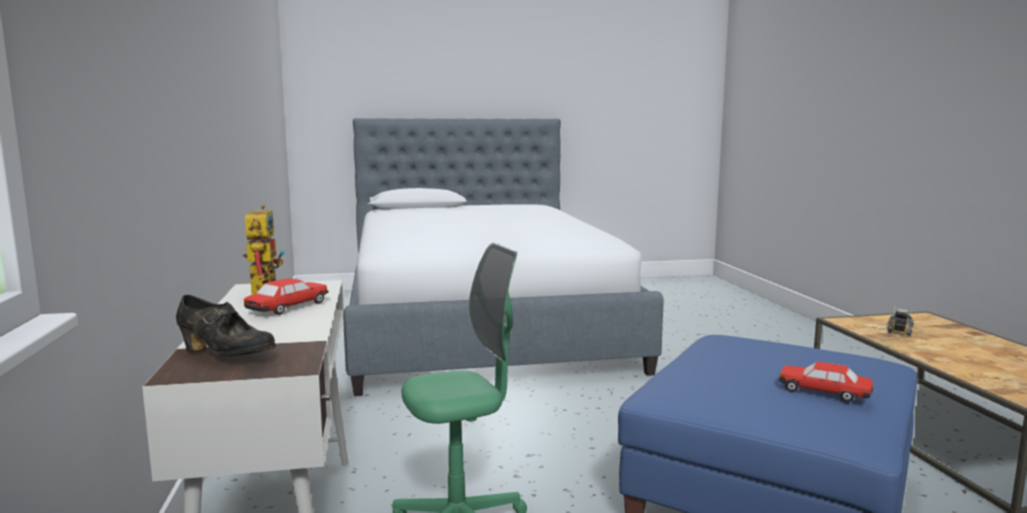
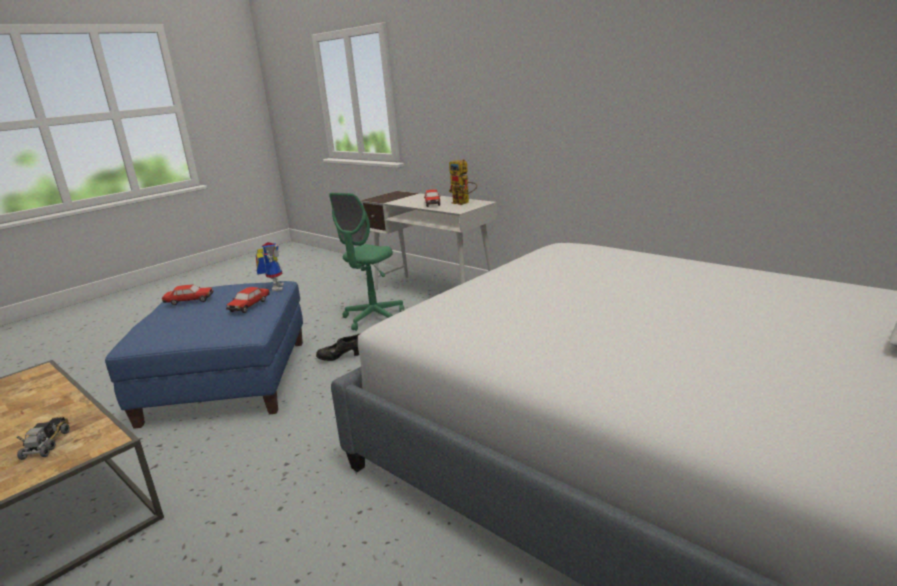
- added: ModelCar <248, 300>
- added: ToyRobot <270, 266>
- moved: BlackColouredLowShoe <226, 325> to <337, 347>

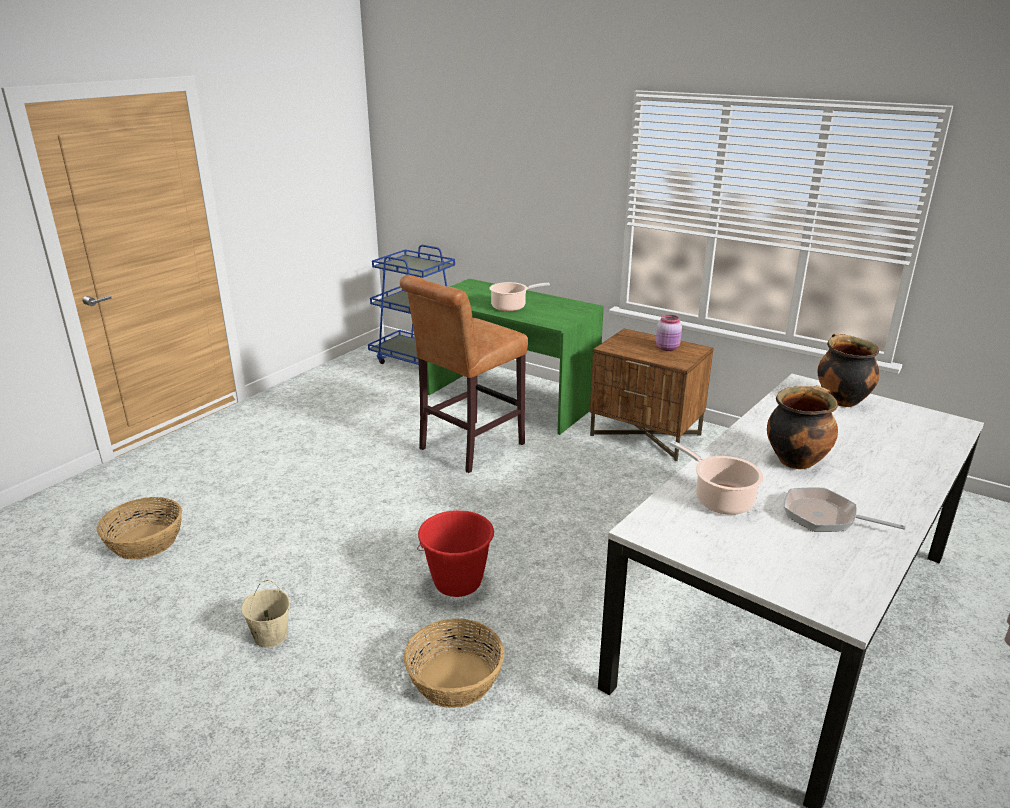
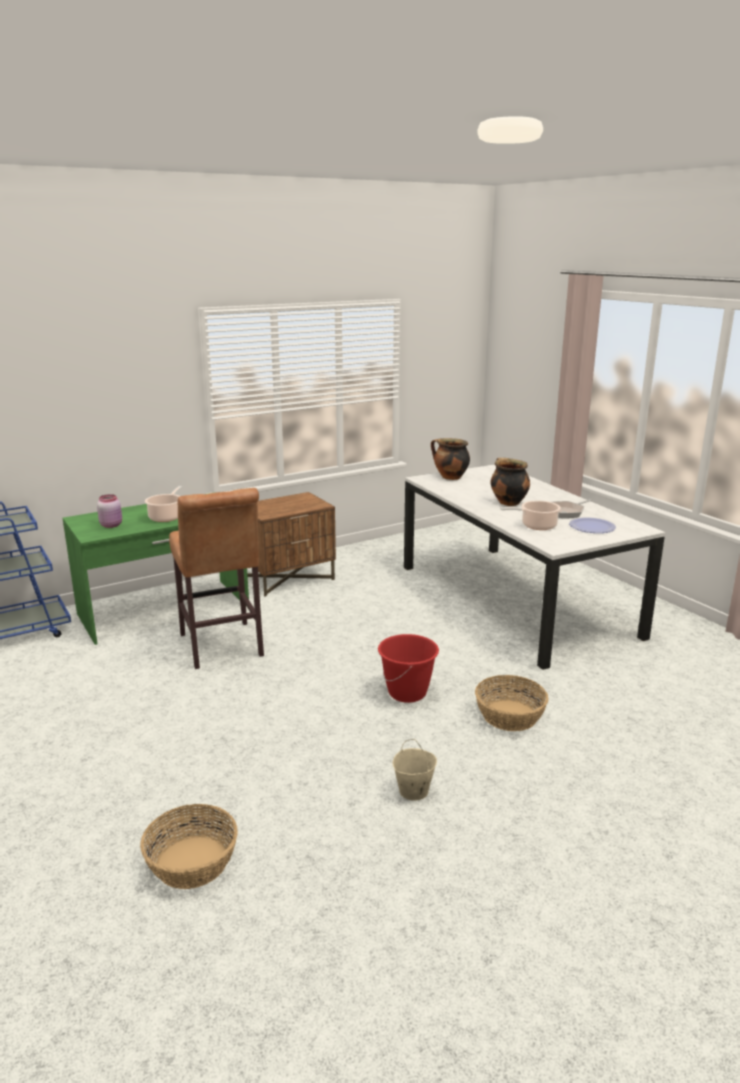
- added: DinnerPlate <592, 525>
- moved: PinkJar <669, 333> to <109, 511>

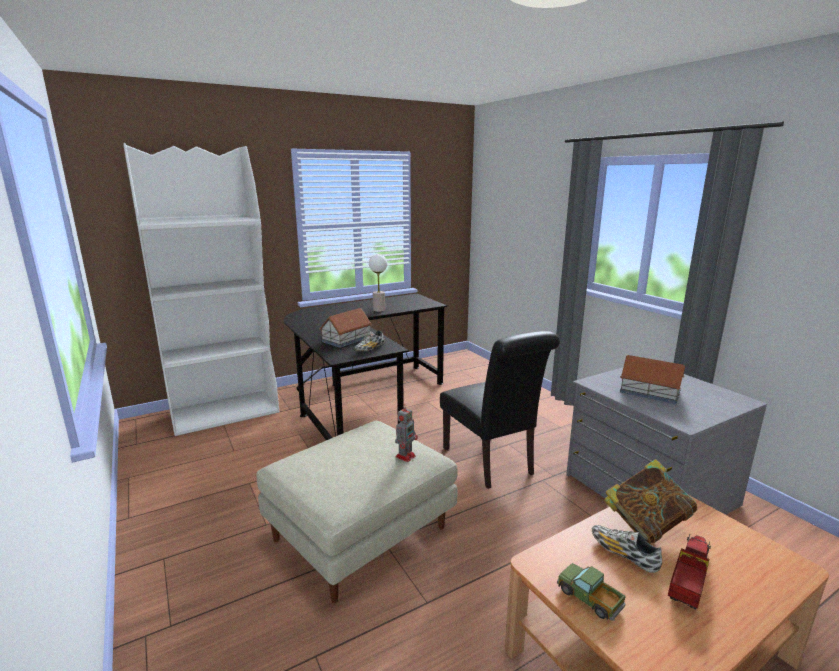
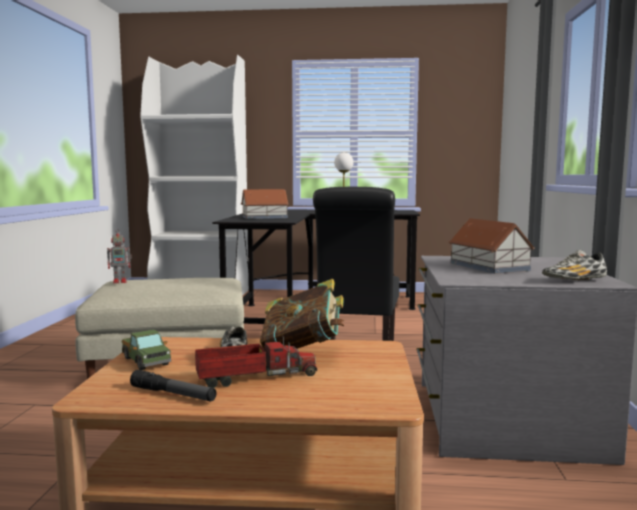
- added: Torch <173, 386>
- moved: LowShoe <369, 340> to <574, 265>
- moved: ToyRobot <406, 433> to <119, 256>
- turned: ToyTruck <591, 592> = <146, 350> 150 degrees clockwise

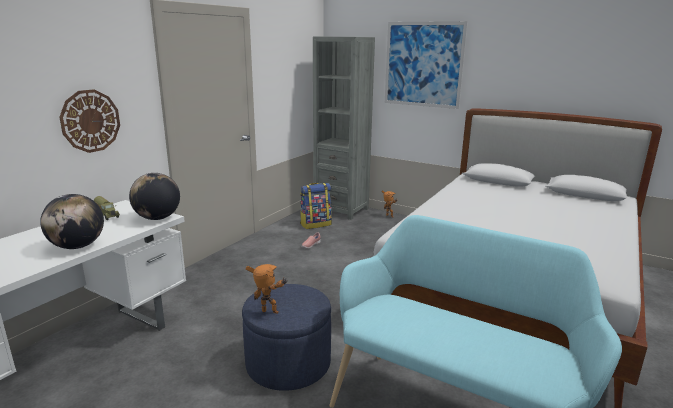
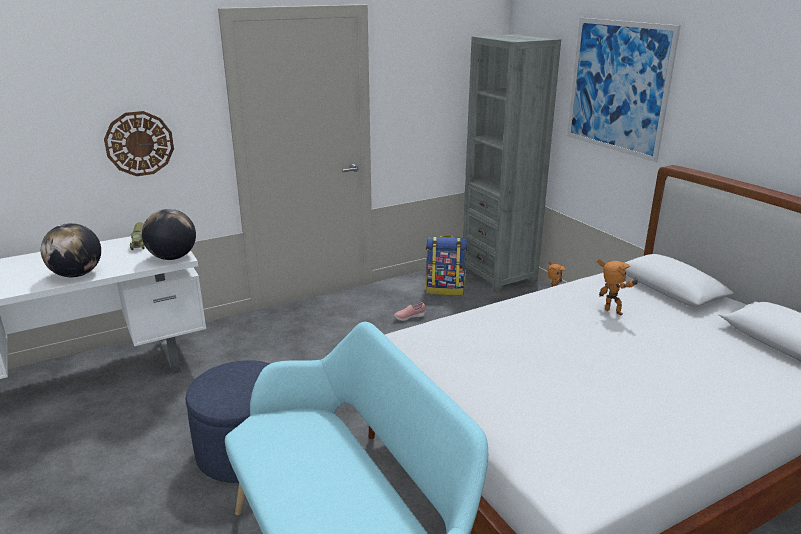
- moved: ToyRobot <266, 289> to <618, 287>

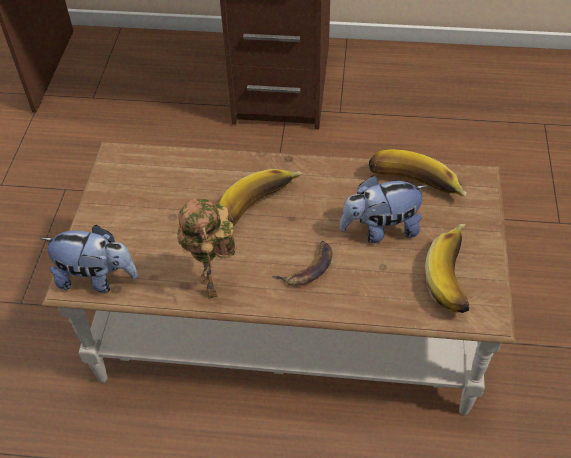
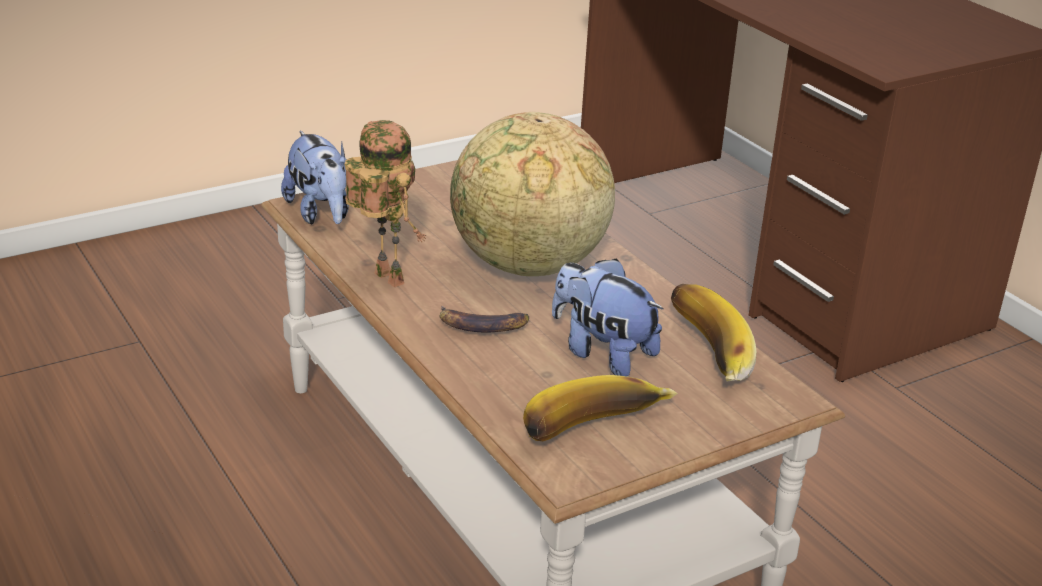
- replaced: Banana <260, 197> to WorldGlobe <532, 194>
- turned: ToyRobot <206, 248> = <385, 204> 105 degrees clockwise

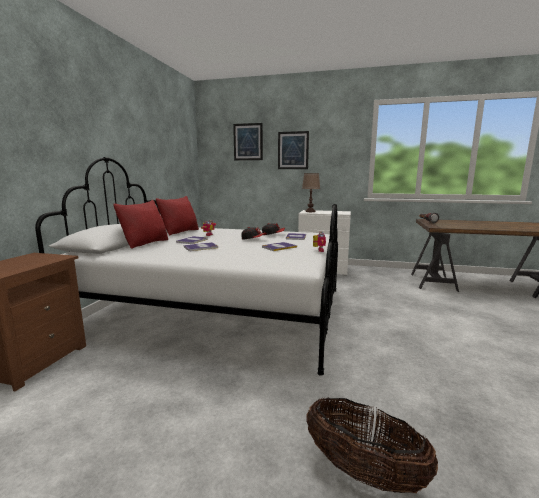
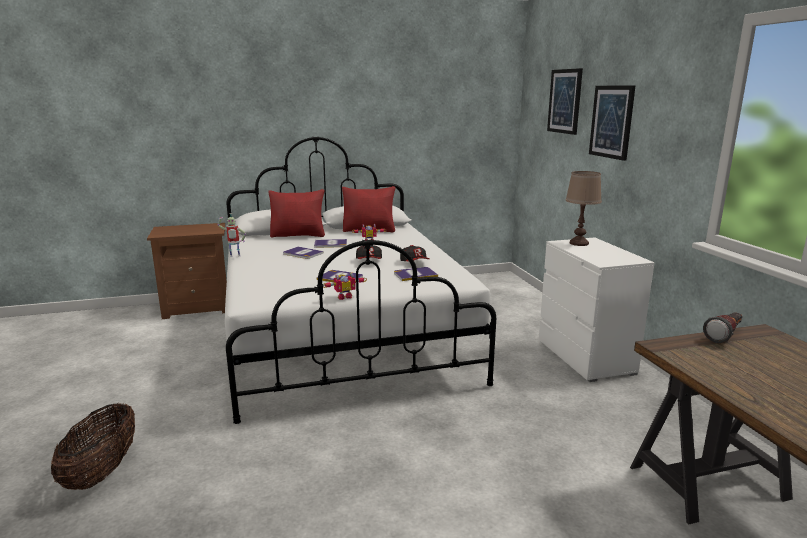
- added: ToyRobot <232, 235>

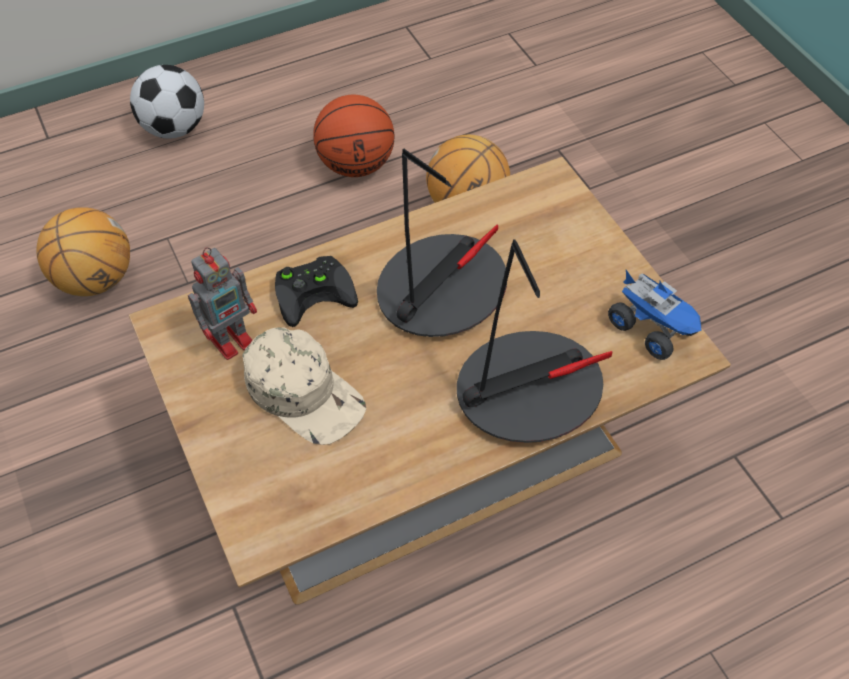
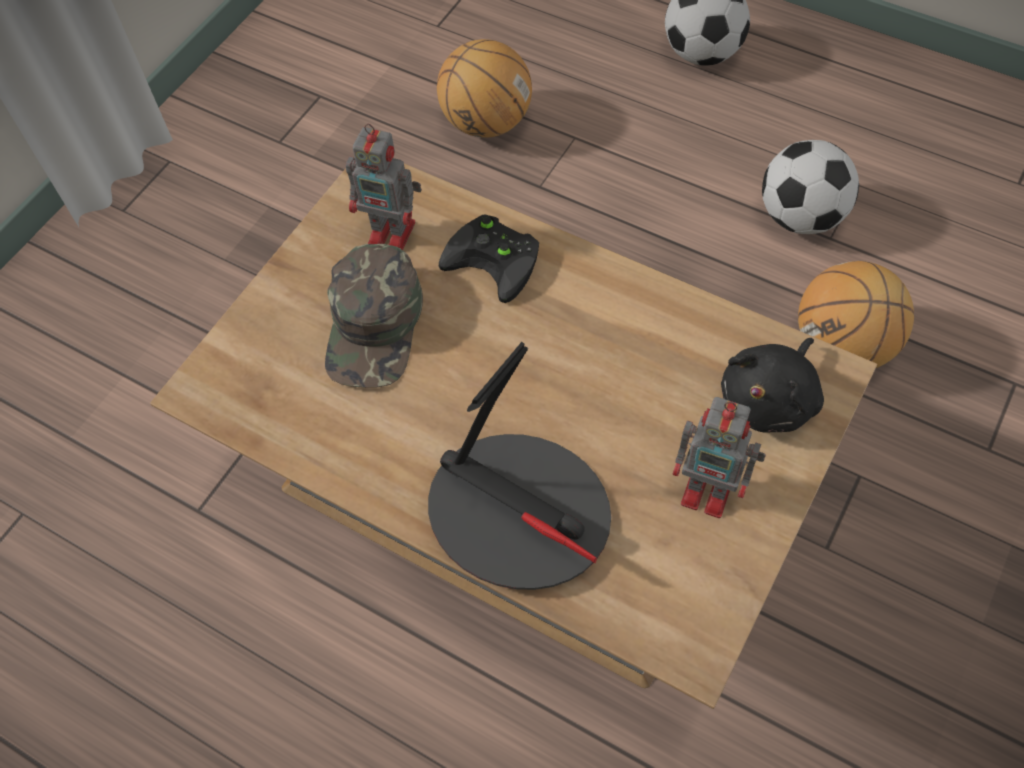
- removed: LampForATable <442, 243>
- removed: ToyTruck <655, 315>
- added: ToyRobot <719, 457>
- added: BlackColouredPlushToy <772, 385>
- replaced: BallForBasketball <353, 136> to Football <810, 187>
- recoloured: BeigeColouredCap <304, 386> to GreenColouredCap <374, 316>

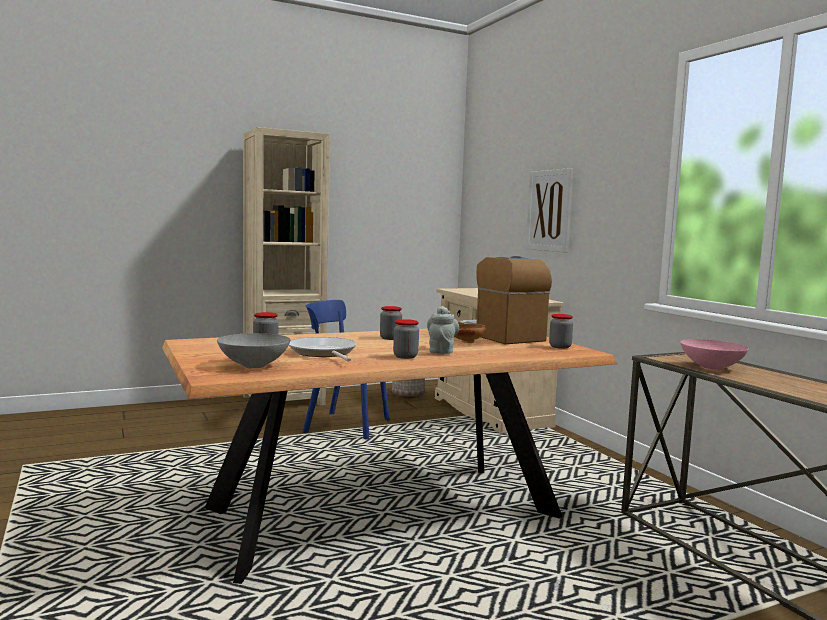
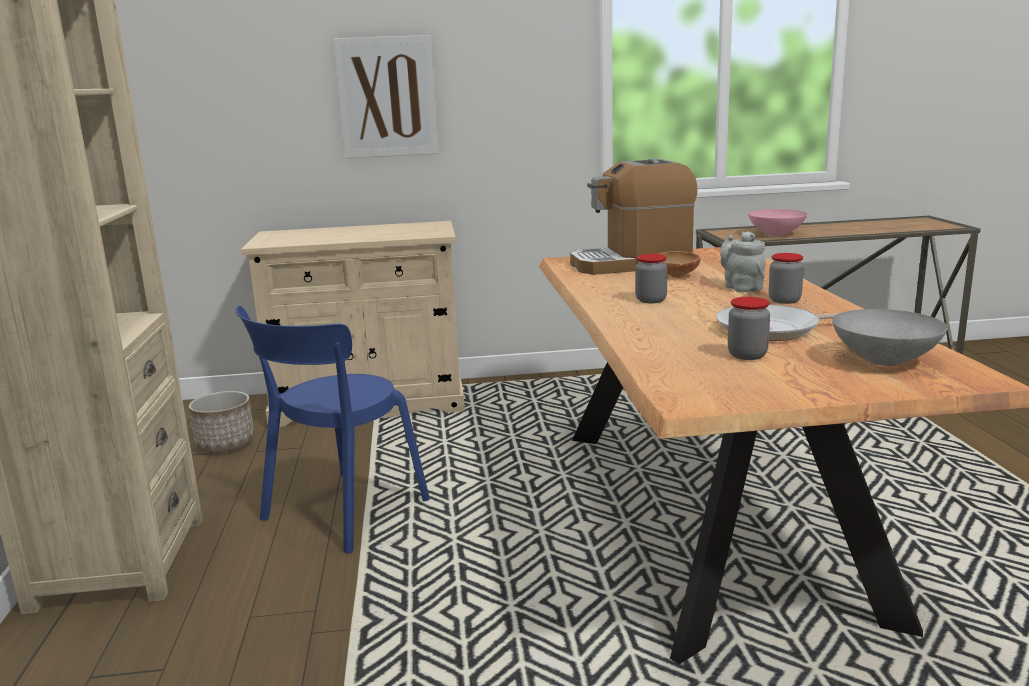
- removed: Jar <561, 331>
- turned: GreyTeapot <443, 330> = <743, 261> 45 degrees clockwise

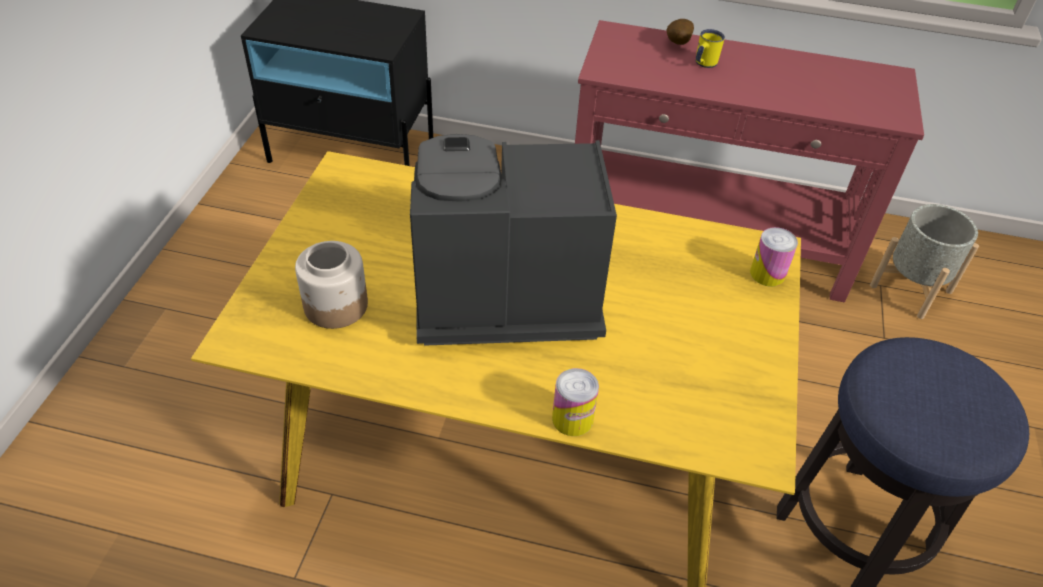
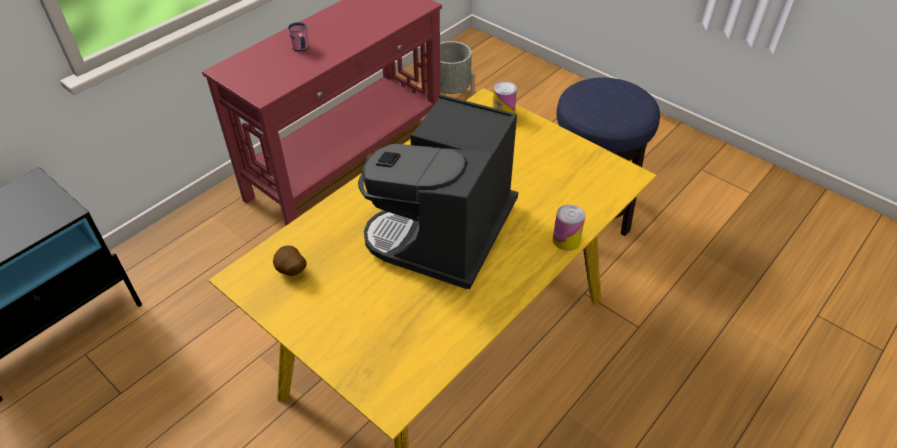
- removed: Jar <331, 285>
- moved: Spud <680, 32> to <290, 261>
- recoloured: YellowishTeaMug <710, 48> to PinkTeaMug <298, 36>

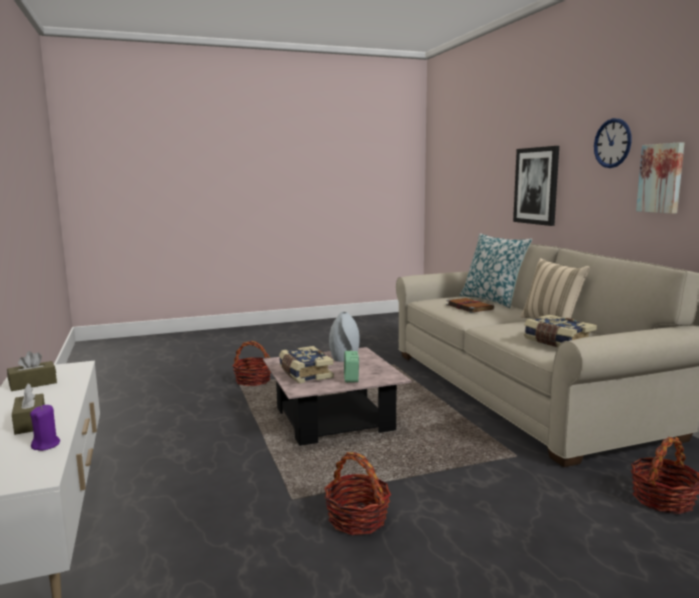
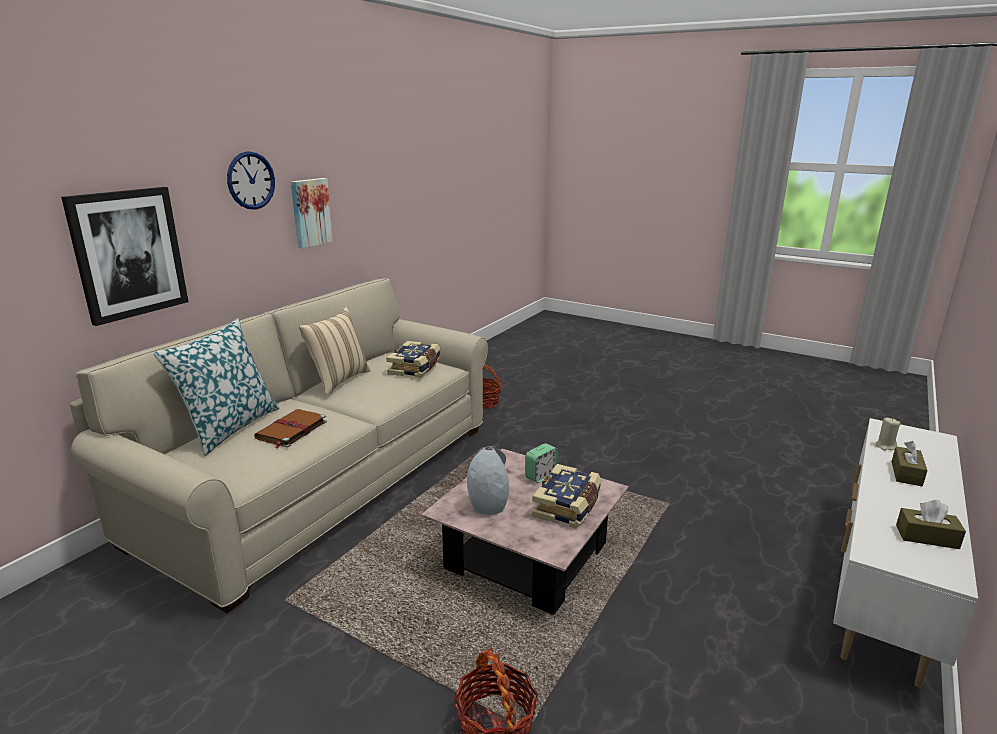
- removed: StorageBasket <357, 493>
- recoloured: PurpleColouredWaxLight <45, 428> to BeigeColouredWaxLight <888, 434>

